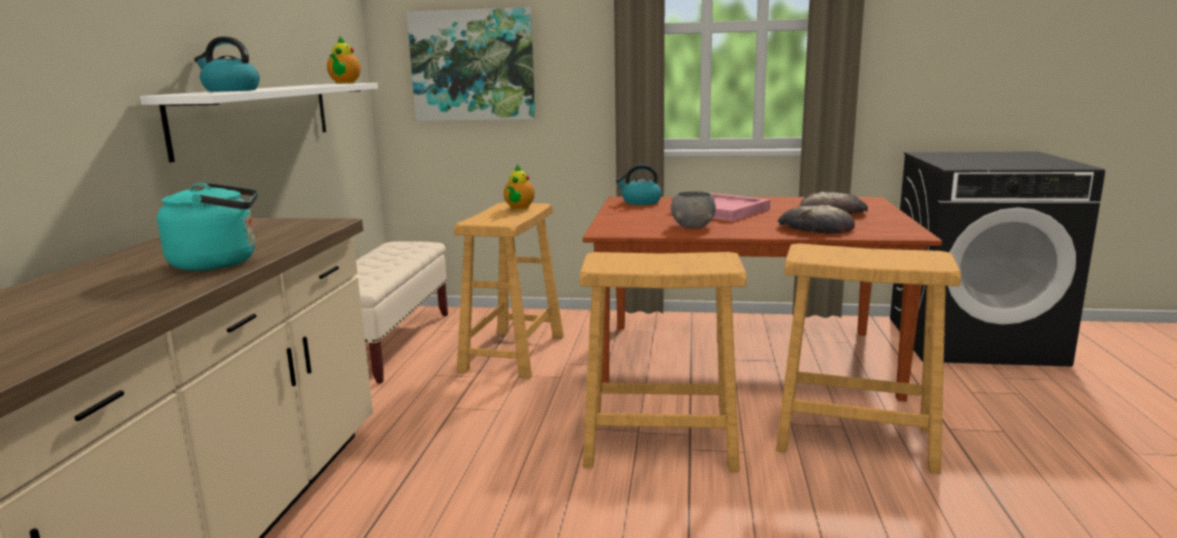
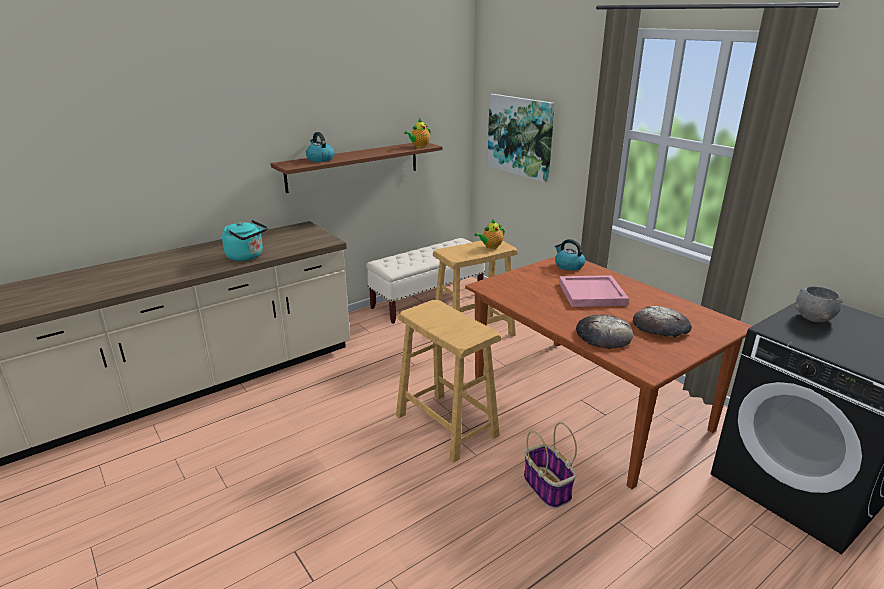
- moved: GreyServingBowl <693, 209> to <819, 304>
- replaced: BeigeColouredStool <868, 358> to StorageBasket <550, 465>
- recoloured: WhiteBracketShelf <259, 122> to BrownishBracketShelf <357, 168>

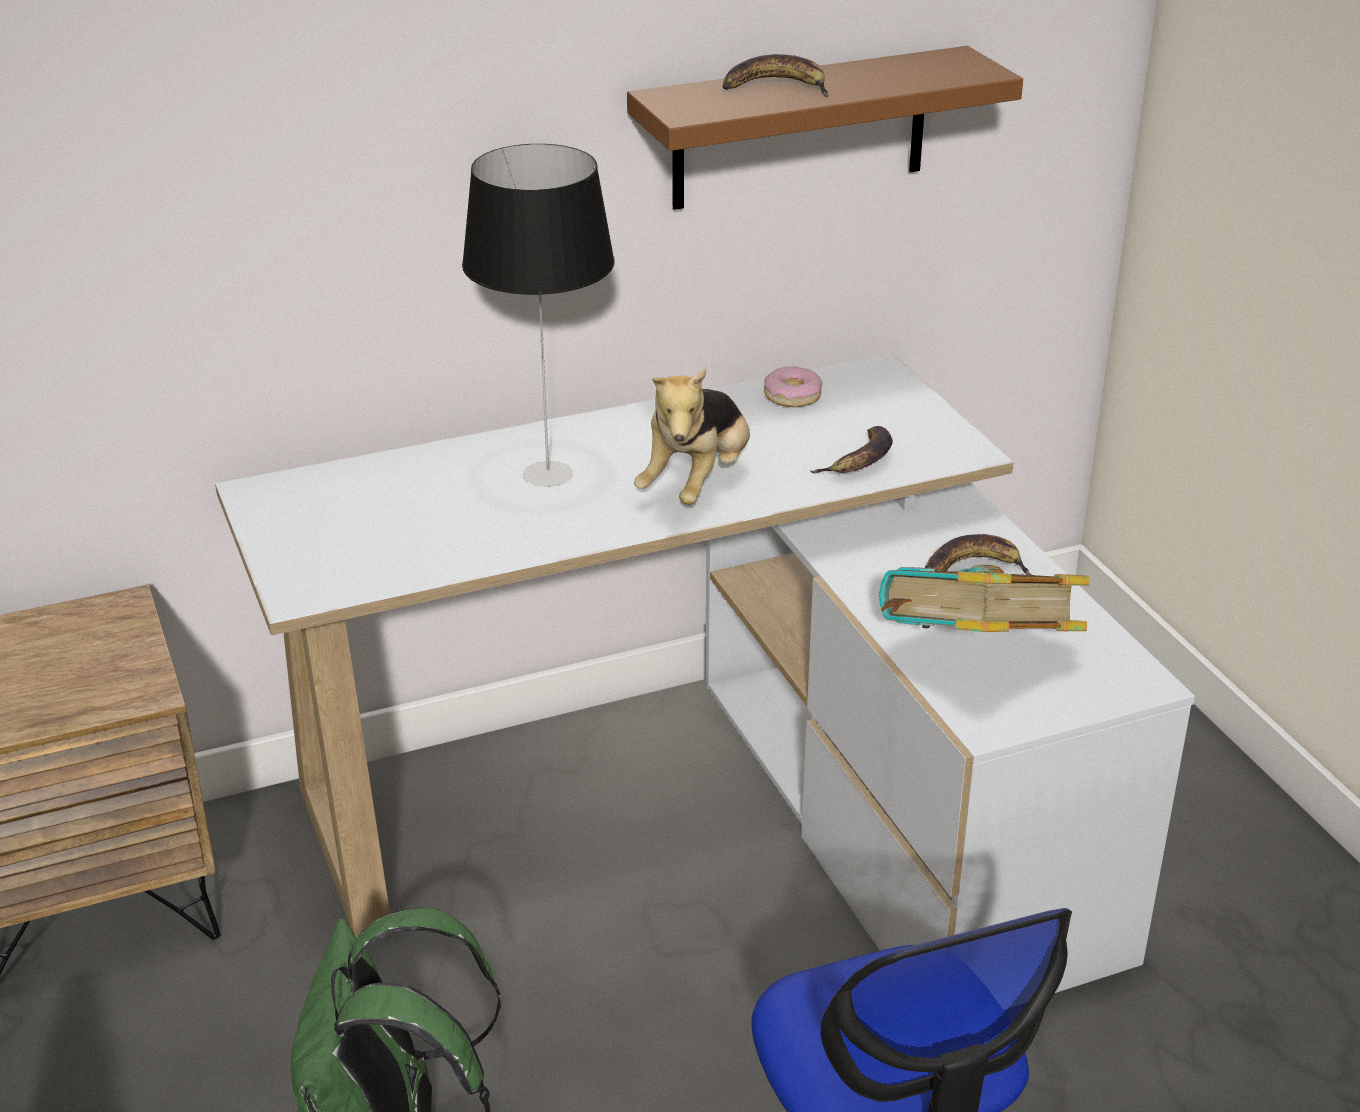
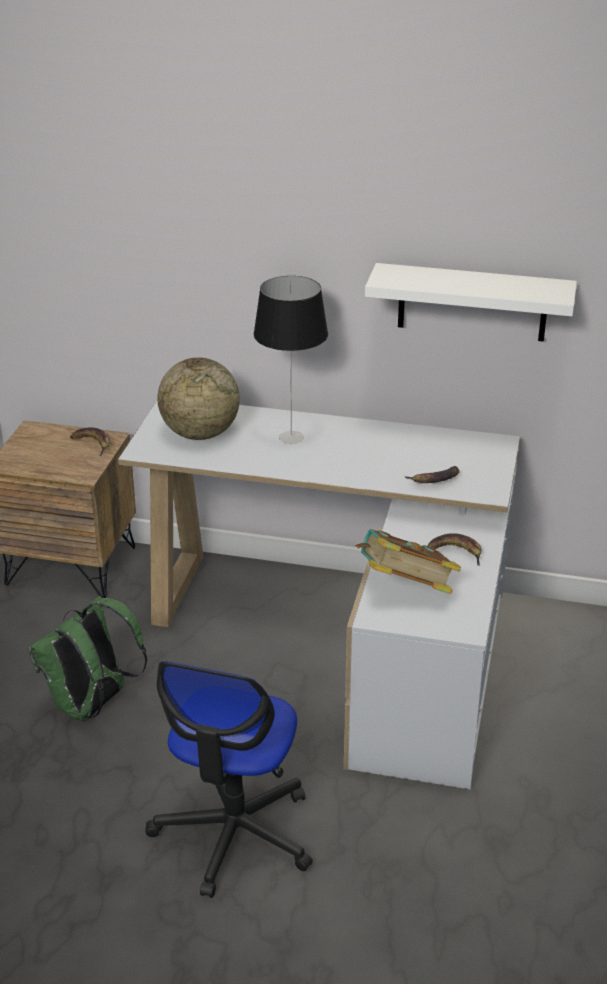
- removed: PlushToy <692, 436>
- removed: RingDoughnut <793, 386>
- added: WorldGlobe <198, 398>
- moved: Banana <775, 75> to <90, 441>
- recoloured: BrownishBracketShelf <825, 128> to WhiteBracketShelf <471, 302>

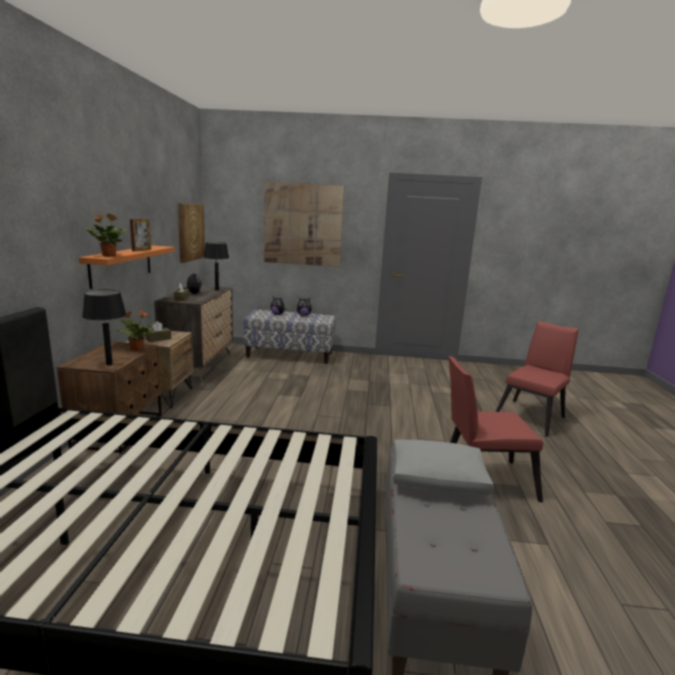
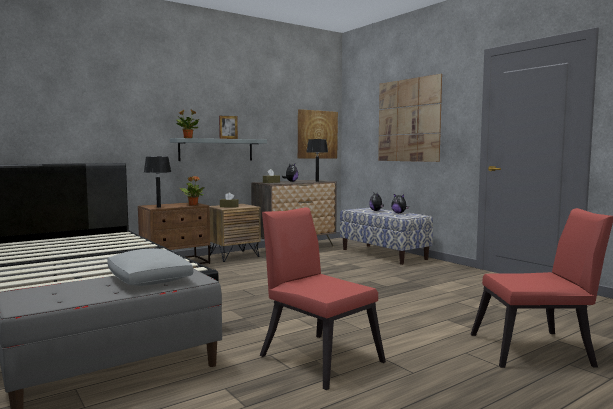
- recoloured: OrangeColouredBracketShelf <127, 267> to GreyBracketShelf <218, 149>

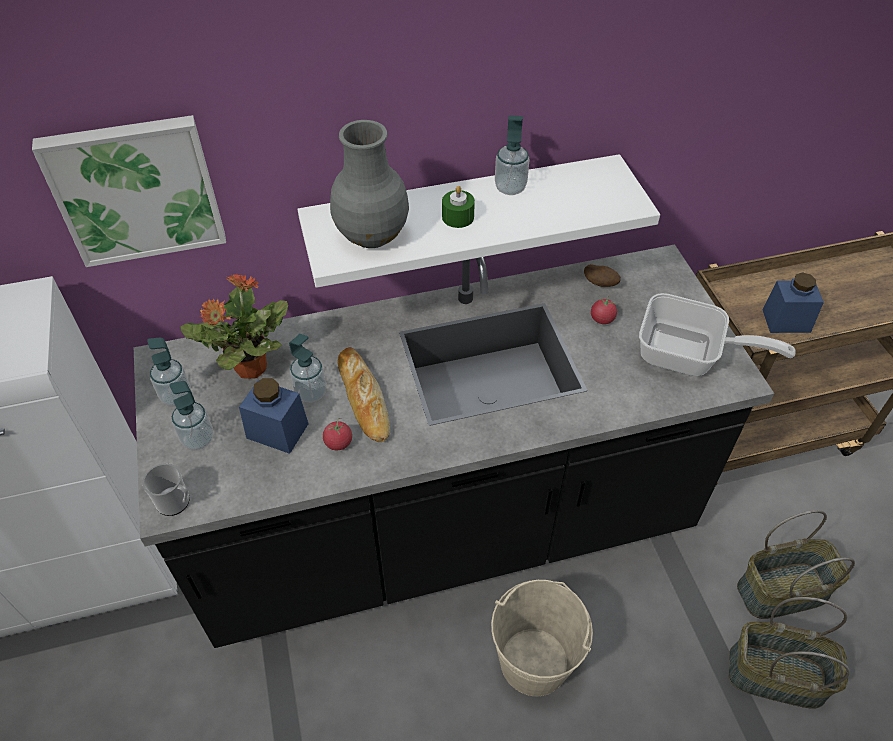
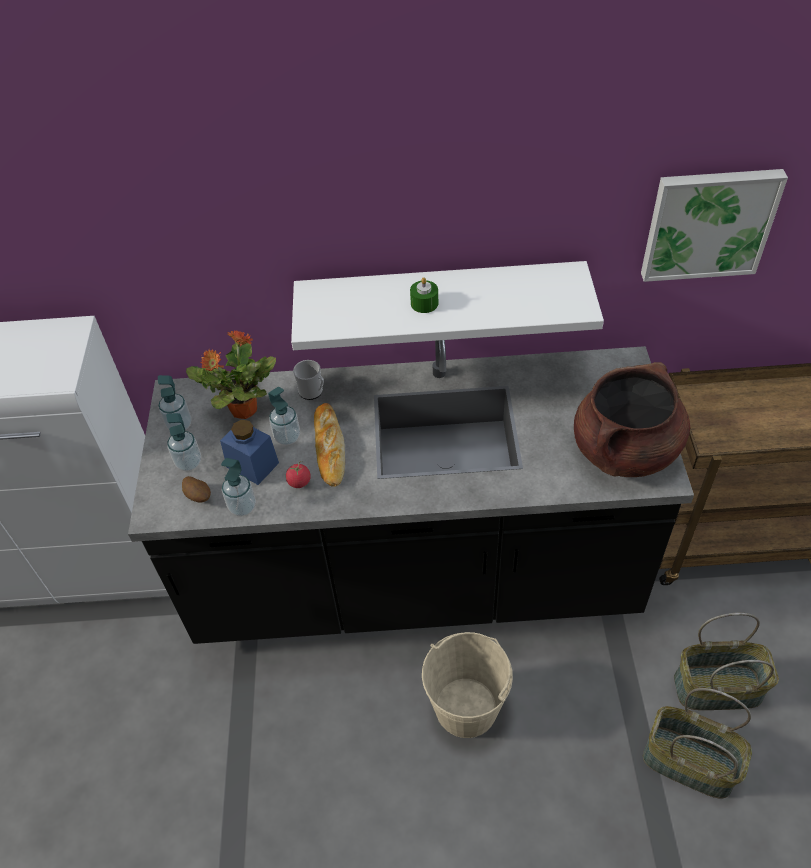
- removed: GreyFlowerVase <369, 184>
- removed: FreshTomato <604, 310>
- removed: BlueJar <793, 302>
- moved: Picture <129, 191> to <714, 225>
- moved: TeaMug <166, 489> to <308, 380>
- moved: SoapDispenser <512, 155> to <238, 487>
- moved: Spud <602, 275> to <196, 489>
- replaced: Pan <717, 334> to BrownishSaucepot <632, 419>

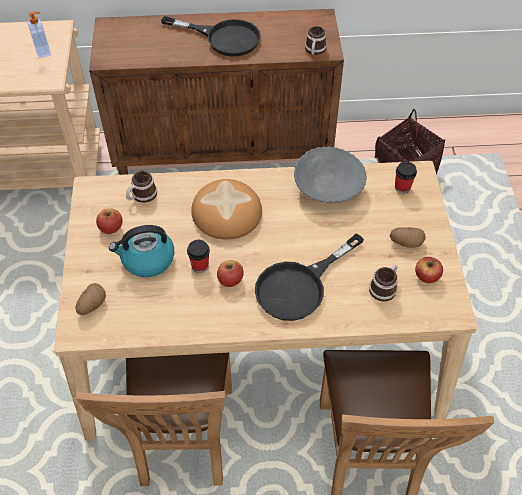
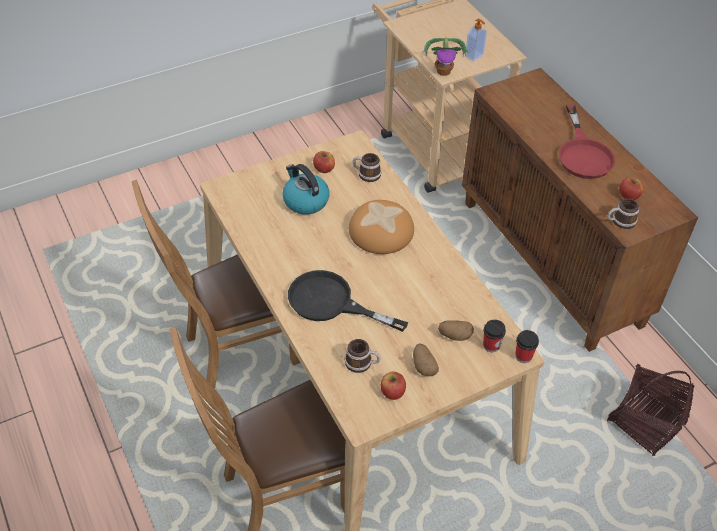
- removed: GreyServingBowl <330, 174>
- added: Houseplant <446, 57>
- moved: Spud <90, 299> to <456, 330>
- moved: DrinkingCup <198, 256> to <527, 346>
- moved: Apple <230, 273> to <631, 189>
- recoloured: BlackColouredPan <211, 36> to RedColouredPan <587, 141>

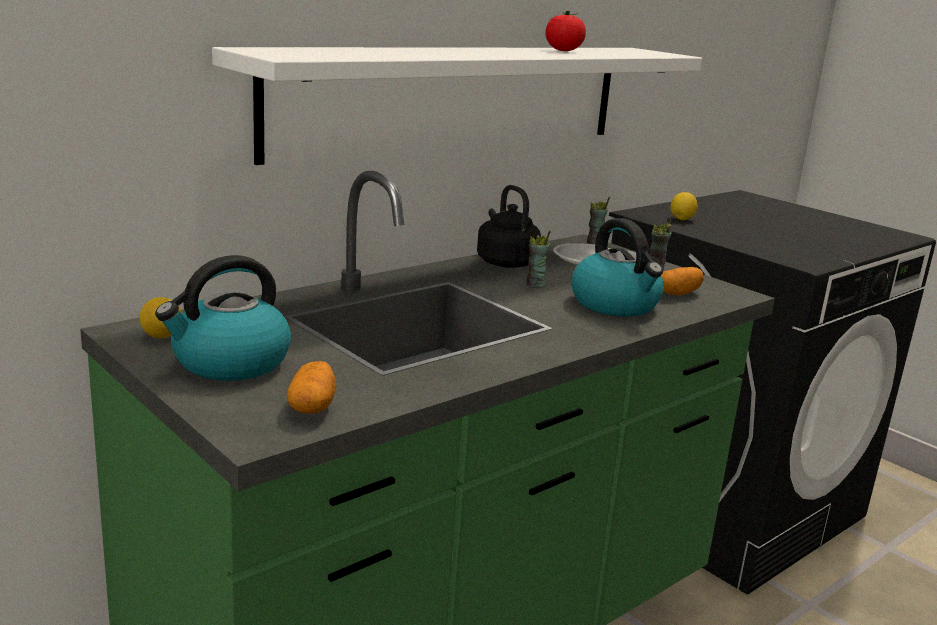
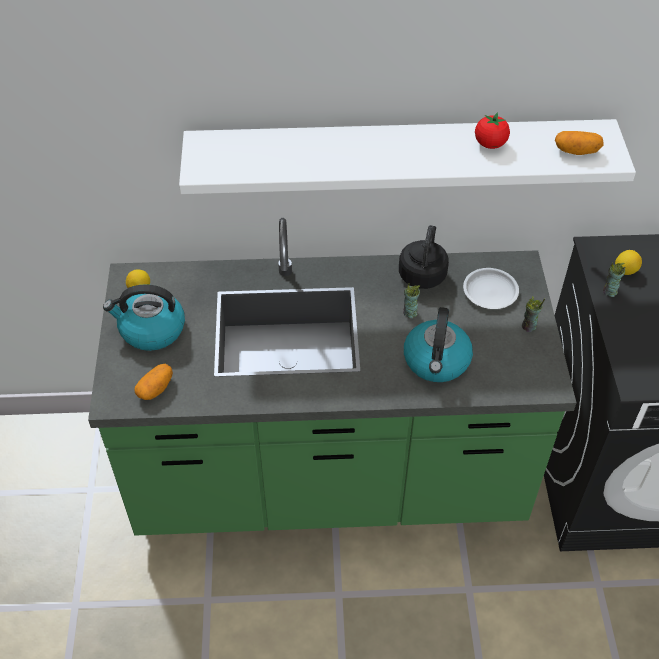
- moved: DrinkingCup <598, 221> to <614, 279>
- moved: Spud <682, 281> to <579, 143>

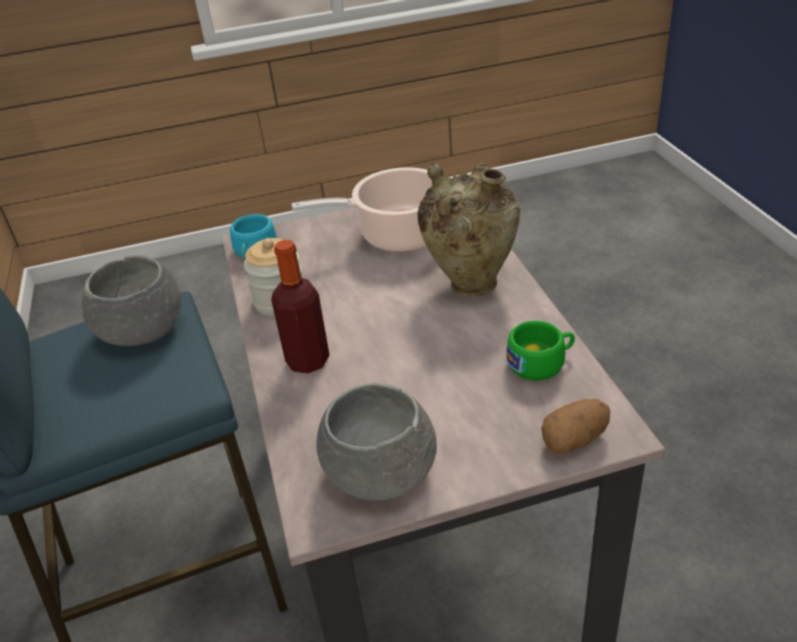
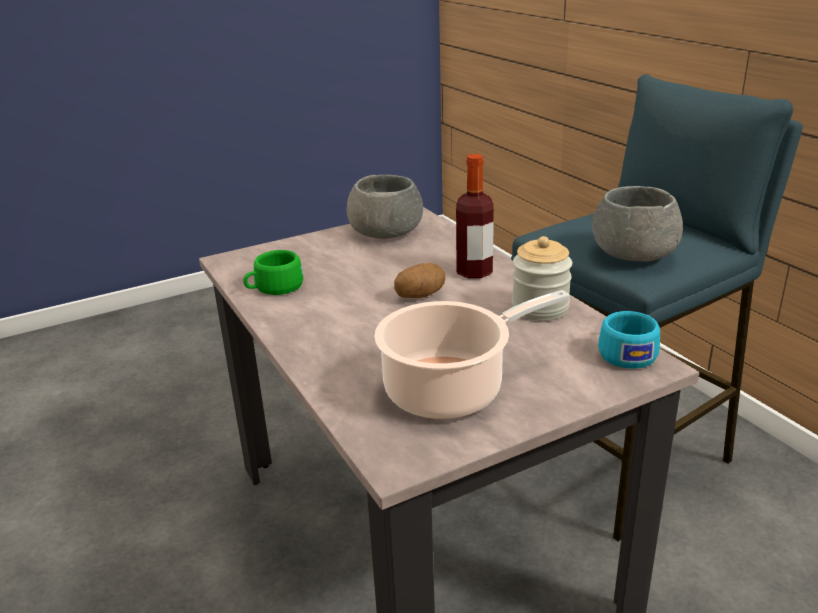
- removed: BeigeColouredFlowerVase <469, 229>
- moved: Spud <575, 426> to <420, 280>

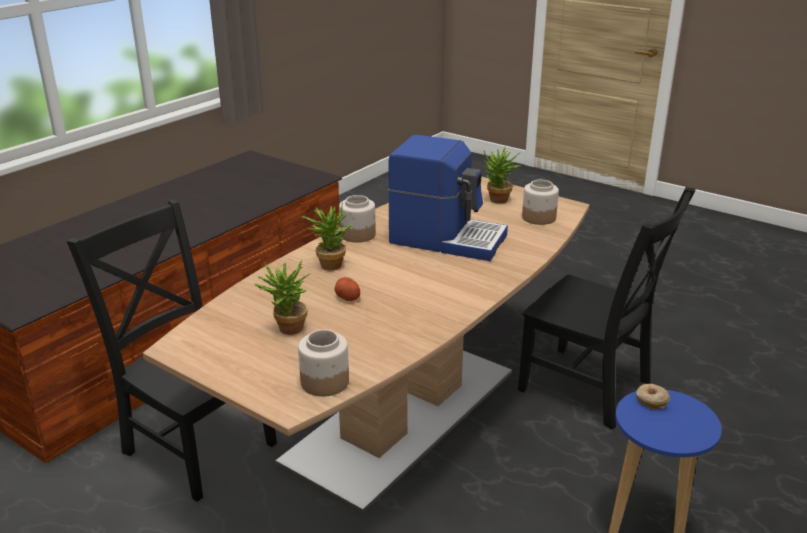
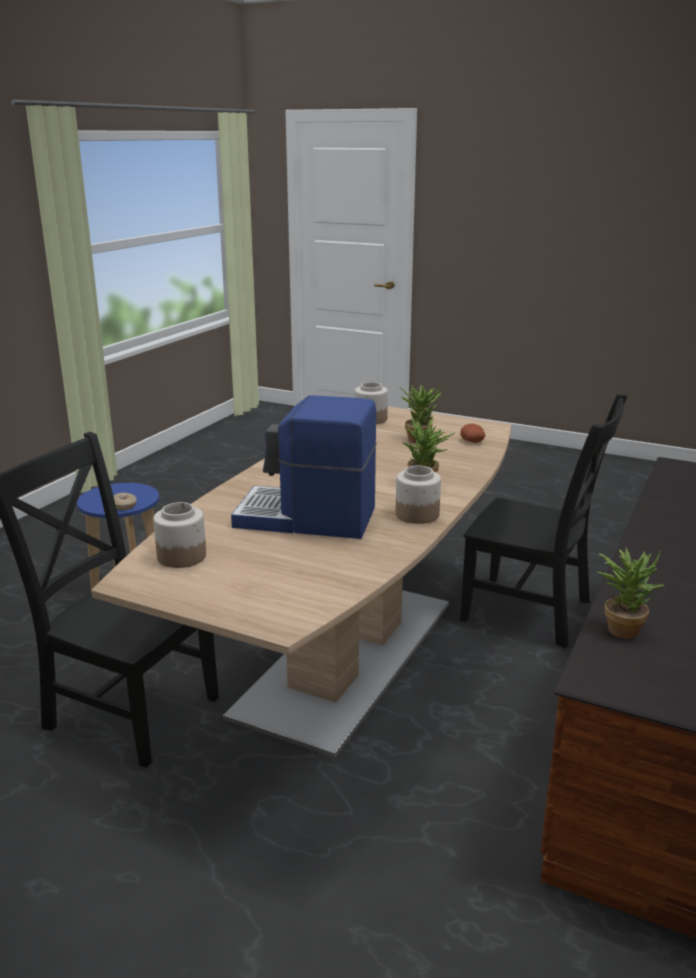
- moved: Spud <347, 289> to <472, 433>
- moved: Houseplant <502, 175> to <631, 593>

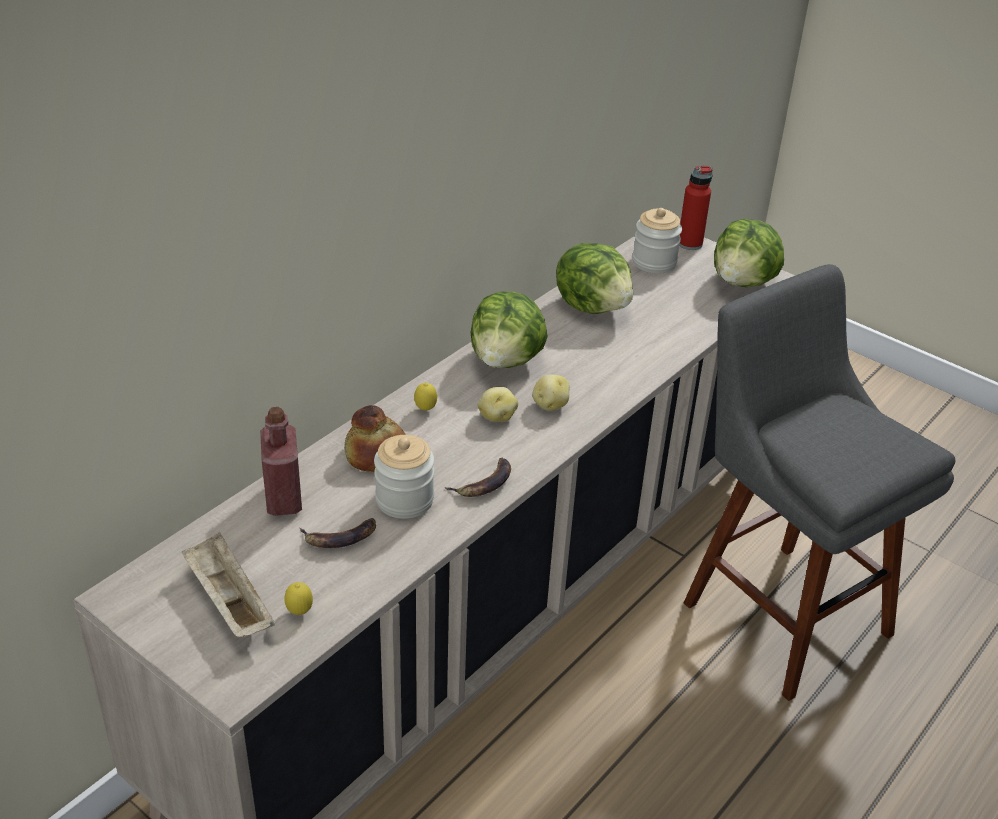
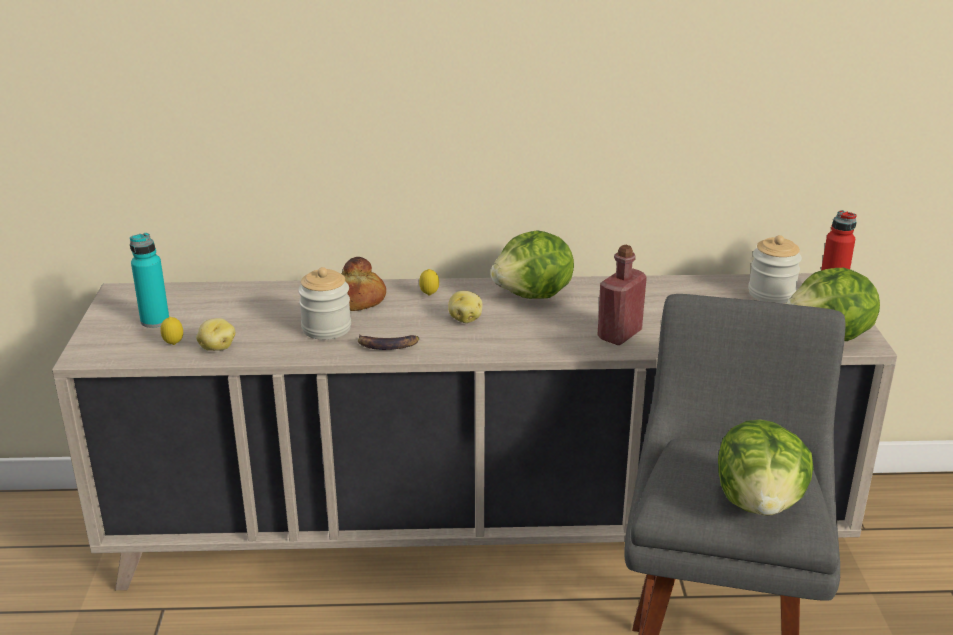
- removed: Banana <338, 533>
- moved: RedColouredBeverageBottle <281, 461> to <622, 295>
- moved: Spud <551, 392> to <215, 334>
- moved: LettuceHead <594, 278> to <765, 467>
- replaced: BeigeColouredServingTray <228, 585> to BlueGreenBeverageBottle <149, 280>

